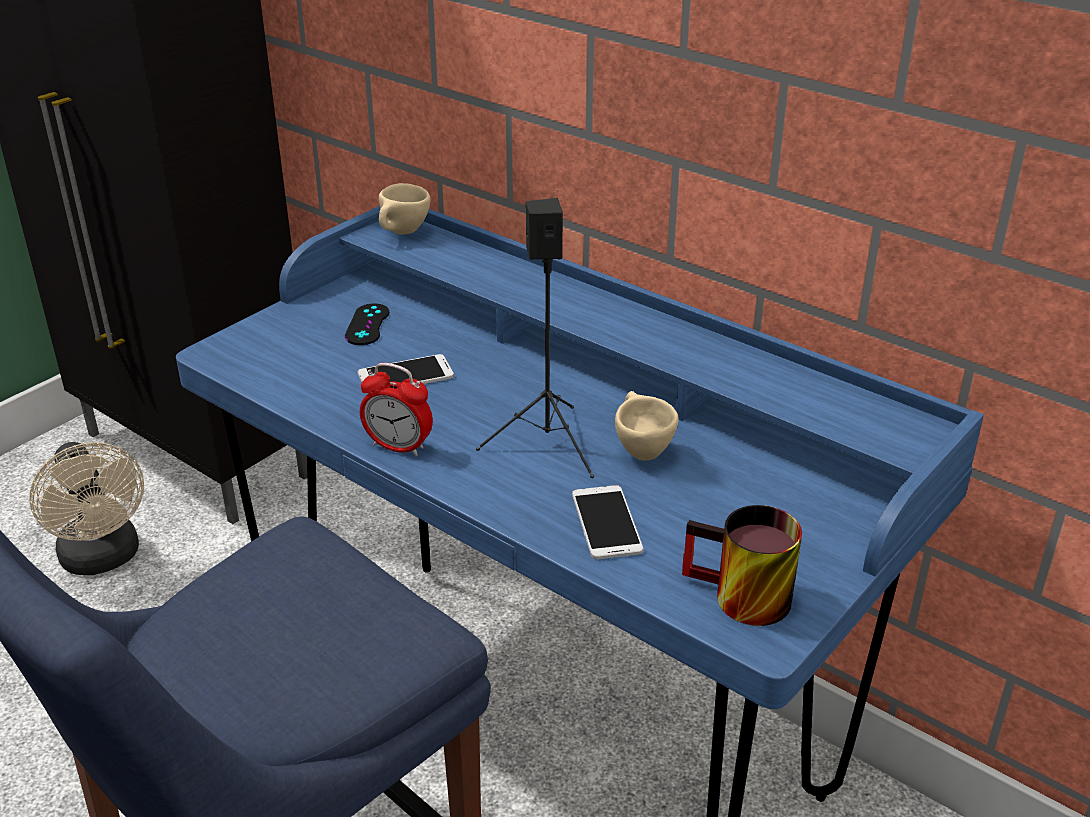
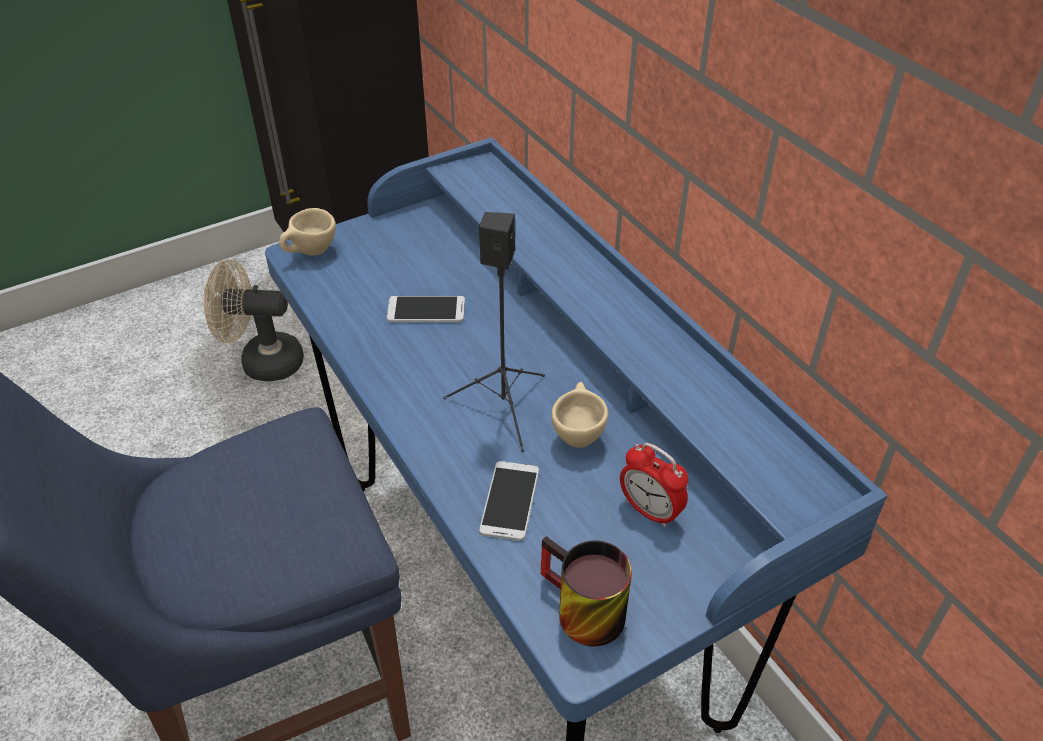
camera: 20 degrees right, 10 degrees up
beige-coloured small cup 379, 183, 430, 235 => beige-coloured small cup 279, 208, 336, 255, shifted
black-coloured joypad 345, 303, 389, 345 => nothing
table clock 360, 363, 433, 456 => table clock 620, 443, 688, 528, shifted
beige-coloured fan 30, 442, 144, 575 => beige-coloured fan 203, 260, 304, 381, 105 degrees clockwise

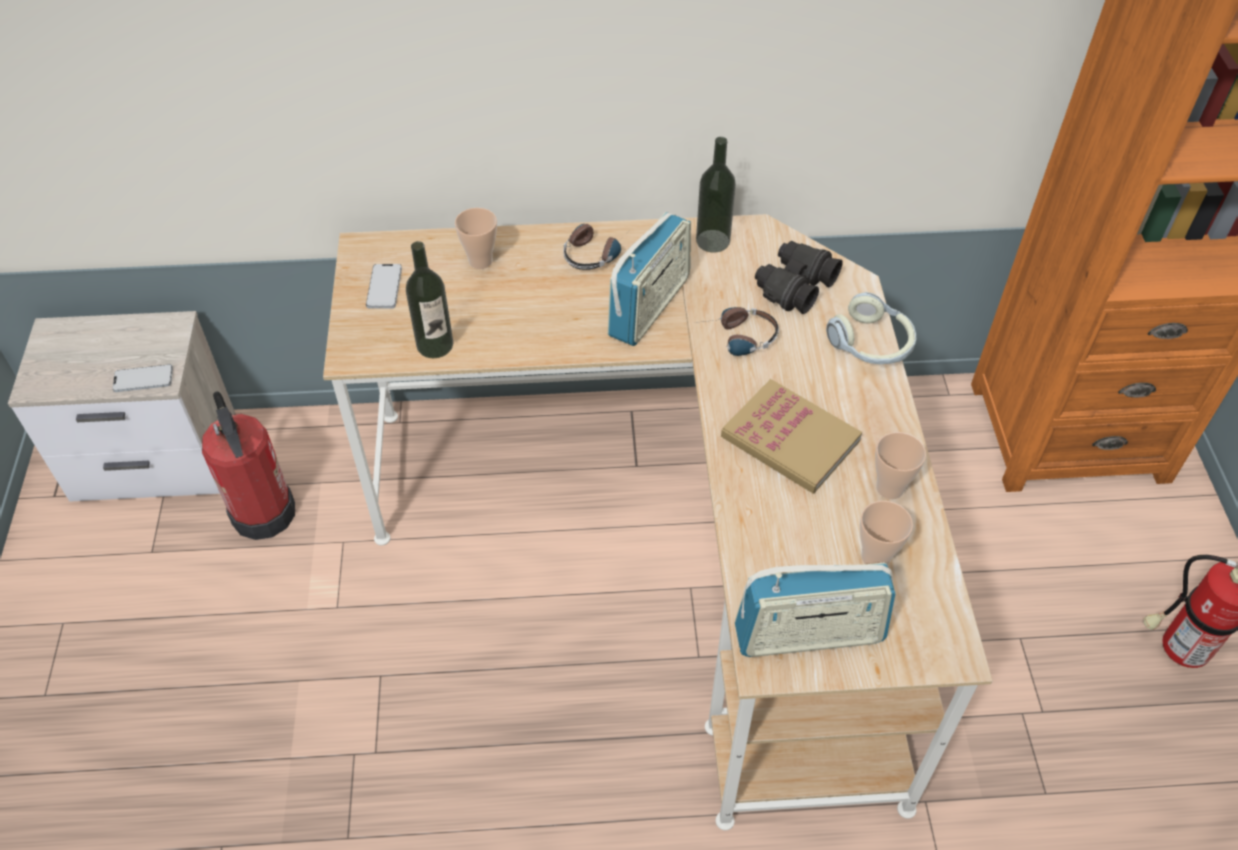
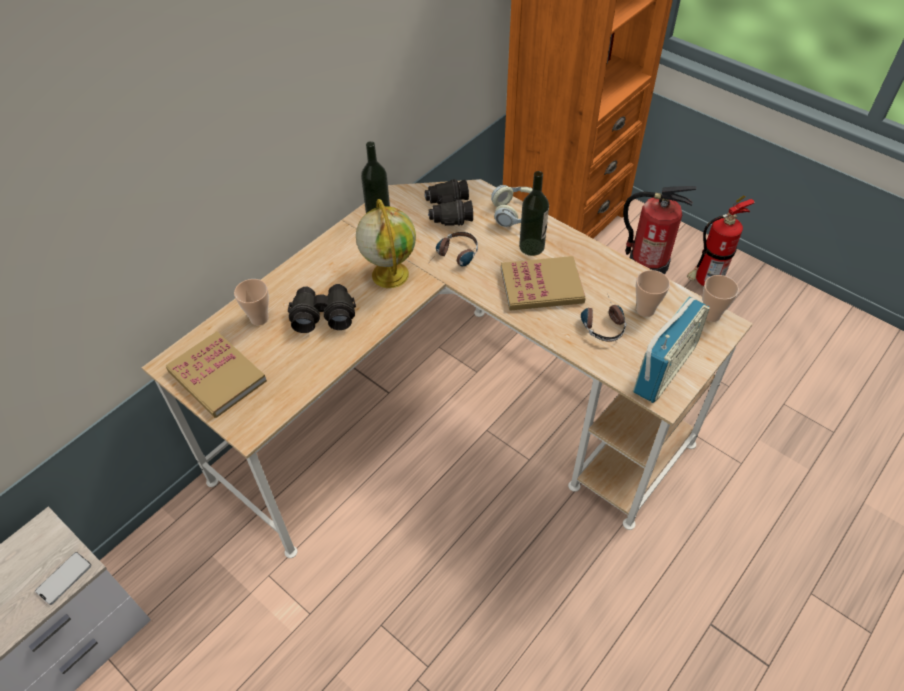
camera: 45 degrees left, 0 degrees up
radio set 608, 212, 691, 346 => globe 356, 199, 416, 288
pair of headphones 563, 224, 632, 270 => pair of headphones 581, 294, 627, 342, shifted
beverage bottle 406, 241, 453, 358 => beverage bottle 519, 171, 549, 256, shifted
handset 366, 264, 402, 309 => book 166, 331, 267, 418
extinguisher 202, 392, 295, 540 => extinguisher 623, 186, 697, 274, shifted
small cup 875, 432, 926, 500 => small cup 703, 275, 739, 322, shifted
nothing => black-coloured field glasses 288, 284, 356, 333

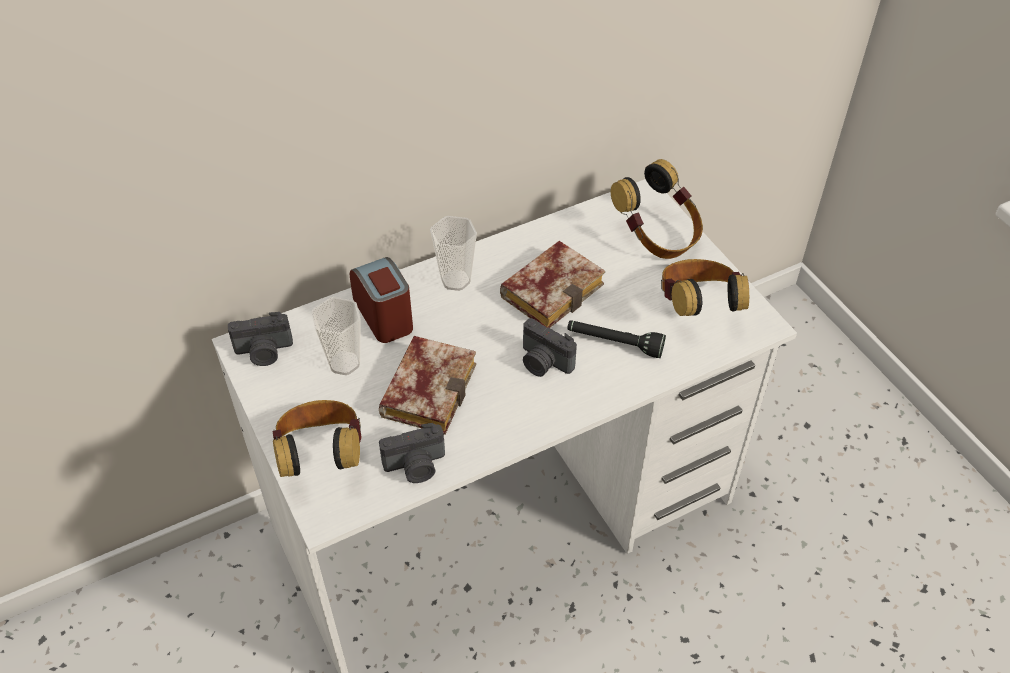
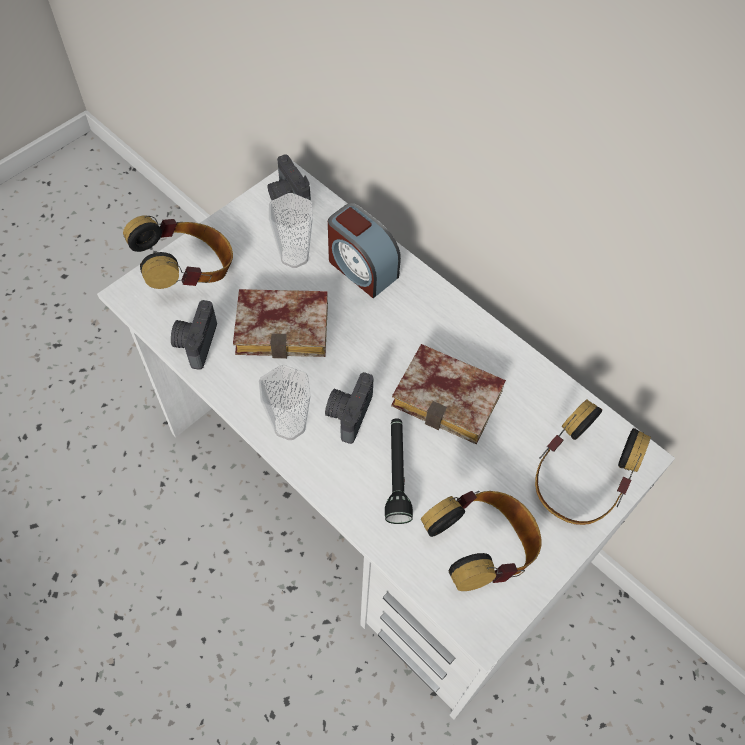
camera: 70 degrees right, 10 degrees up
small cup 430, 216, 477, 291 => small cup 259, 365, 311, 440, shifted
table clock 350, 257, 413, 343 => table clock 328, 203, 401, 298, 90 degrees clockwise
still camera 379, 423, 445, 483 => still camera 171, 300, 217, 370, 45 degrees clockwise

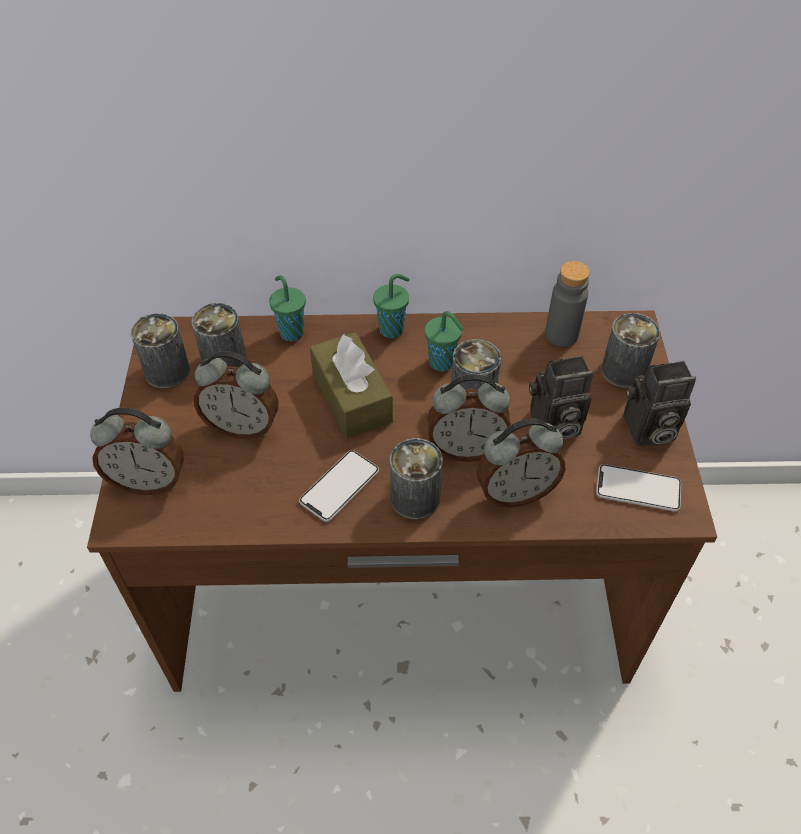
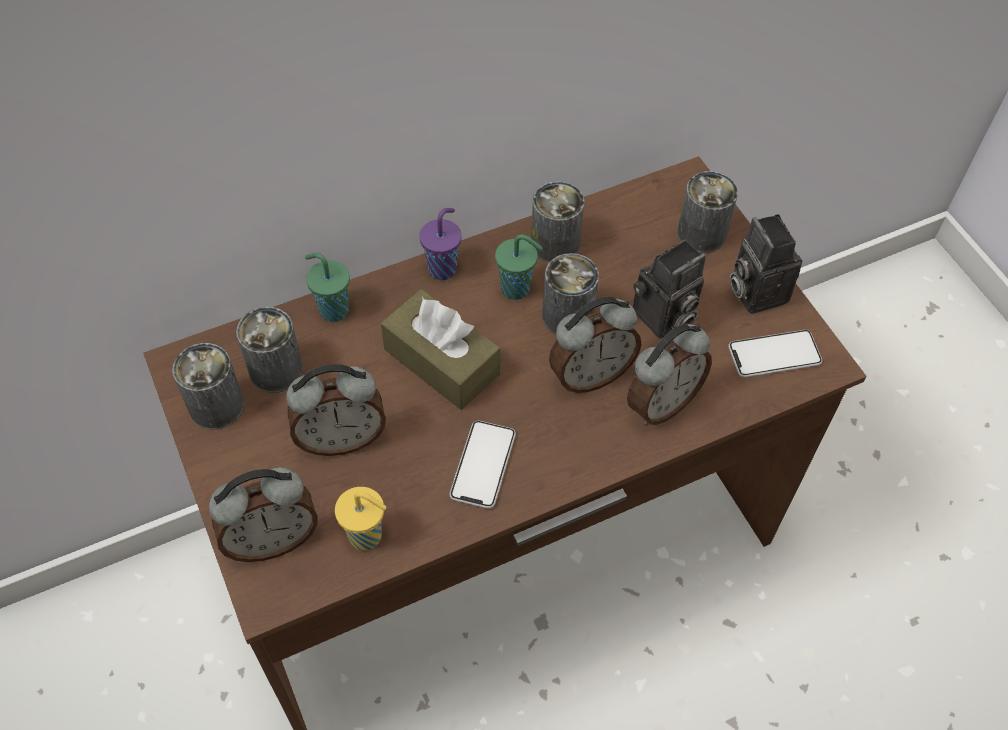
camera: 25 degrees left, 5 degrees up
gray beverage bottle 545, 261, 590, 347 => nothing
green small cup 373, 274, 409, 338 => purplish small cup 420, 208, 462, 280
still camera 624, 361, 696, 446 => still camera 730, 214, 802, 314, 105 degrees clockwise
sealed can 390, 438, 442, 519 => sealed can 531, 181, 584, 263, shifted
nothing => yellowish small cup 335, 487, 386, 551

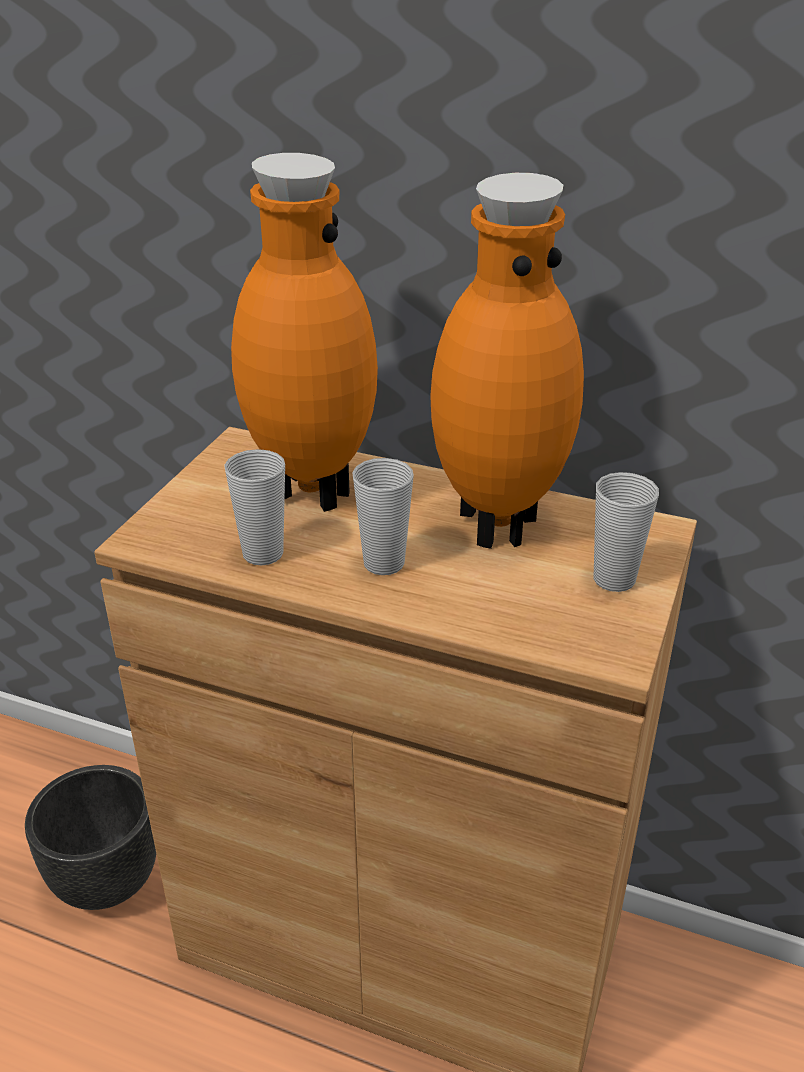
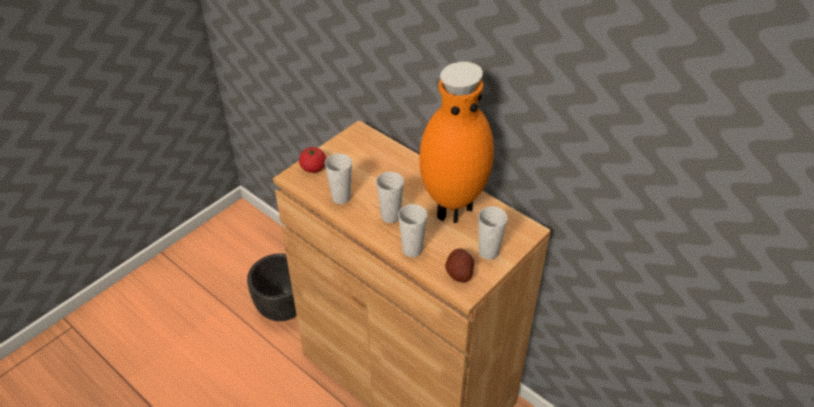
camera: 20 degrees right, 10 degrees up
orangey decorative vase 231, 153, 378, 512 => nothing
nothing => fresh tomato 299, 147, 326, 173
nothing => small cup 398, 204, 427, 257
nothing => spud 445, 249, 474, 283

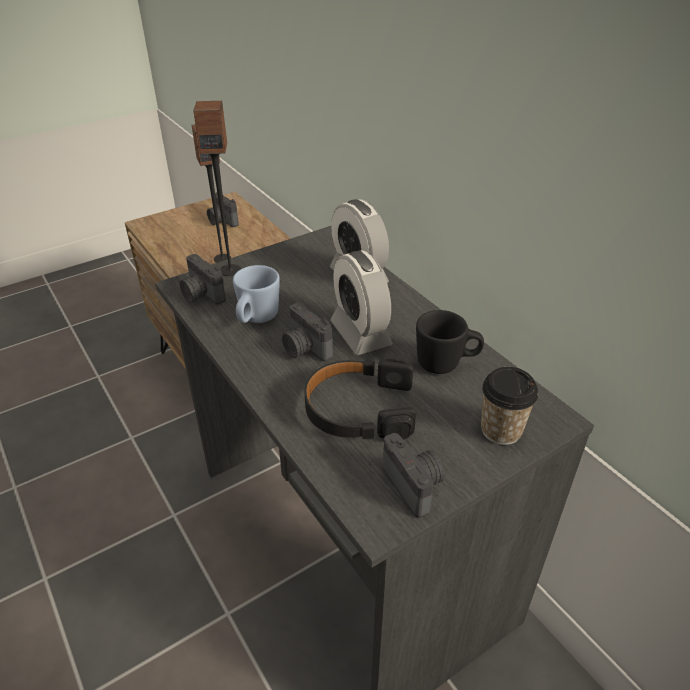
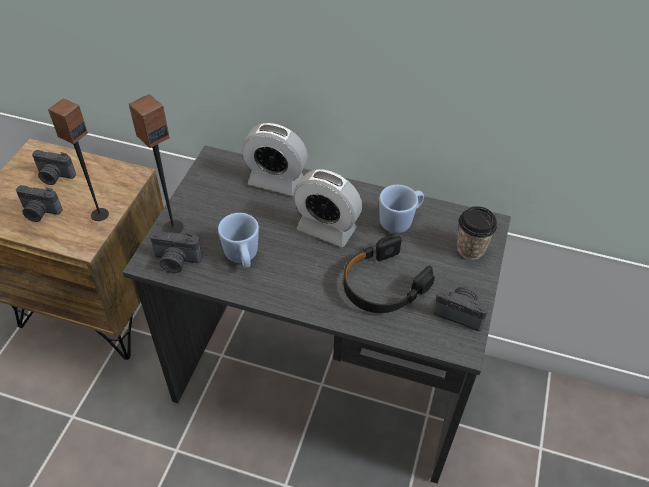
camera: 40 degrees left, 10 degrees up
still camera 282, 303, 333, 361 => still camera 16, 185, 63, 222, shifted
black-coloured mug 416, 310, 484, 374 => blue-coloured mug 379, 185, 424, 233

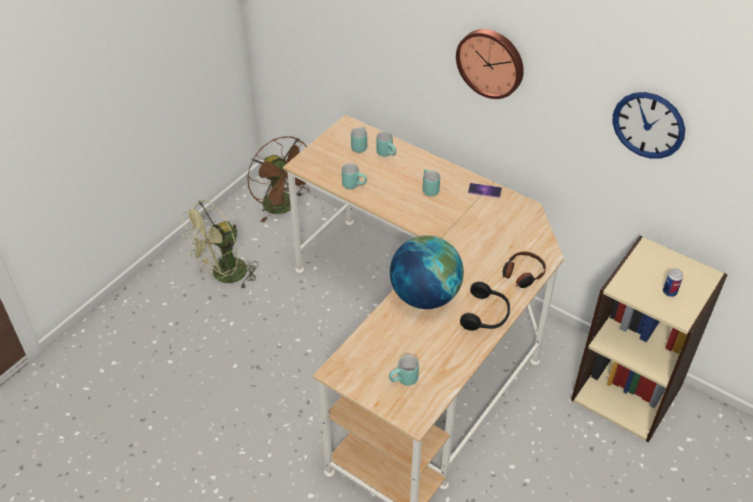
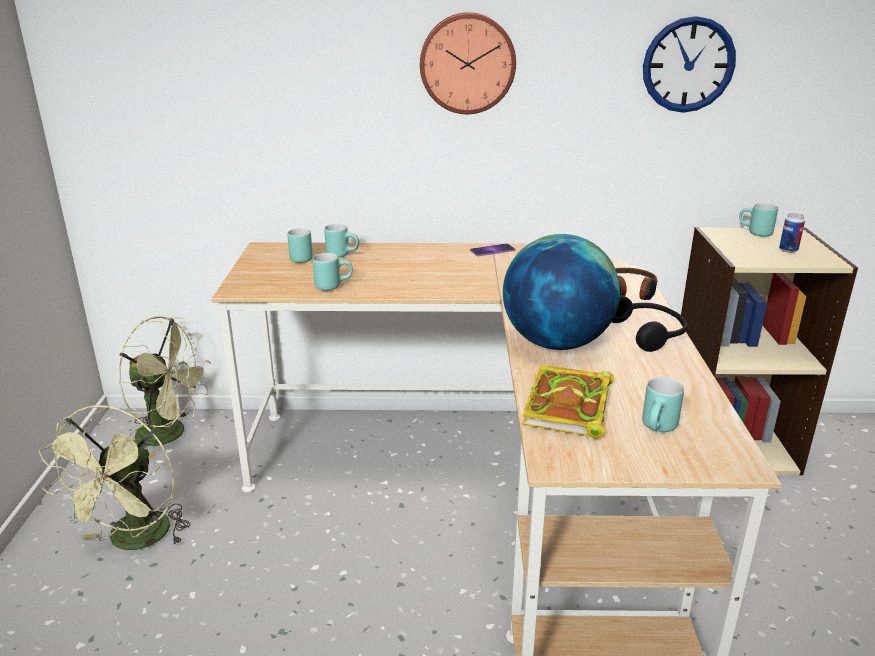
camera: 35 degrees left, 20 degrees down
brown fan 247, 136, 309, 223 => green fan 119, 316, 211, 459
turquoise-coloured mug 423, 169, 440, 196 => turquoise-coloured mug 739, 203, 778, 237, shifted
nothing => book 522, 365, 614, 439

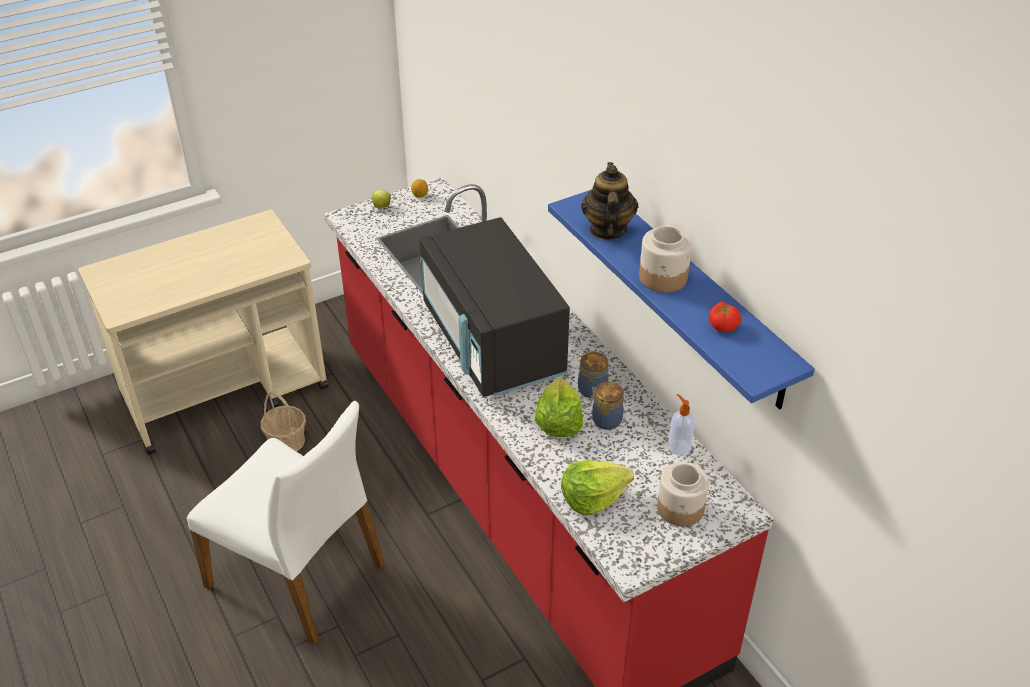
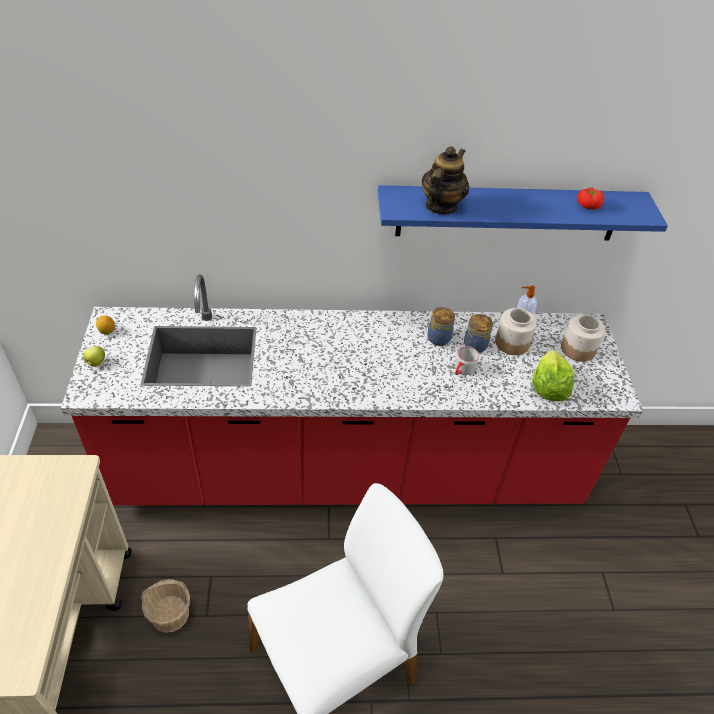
camera: 65 degrees left, 5 degrees up
teapot 581, 162, 638, 240 => teapot 422, 146, 469, 214, 90 degrees clockwise
black-coloured microwave 419, 217, 570, 397 => nothing
preserve jar 639, 226, 692, 293 => preserve jar 495, 308, 537, 355, shifted
lettuce 535, 378, 583, 437 => gray mug 455, 346, 479, 375

